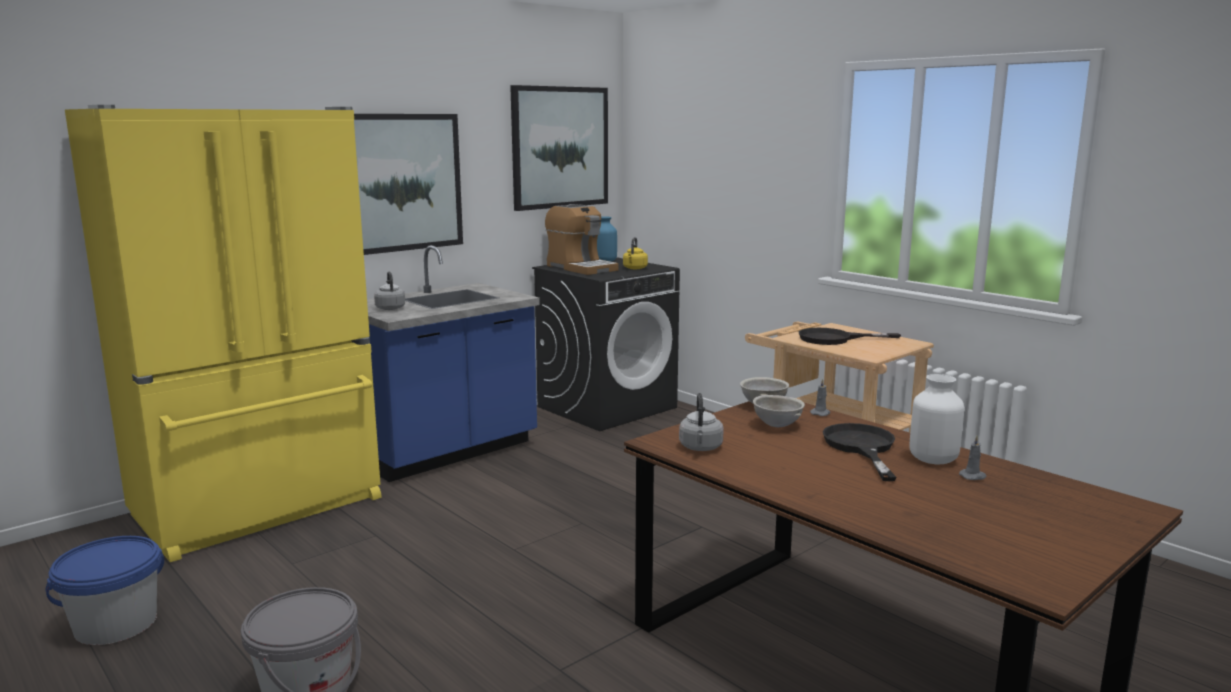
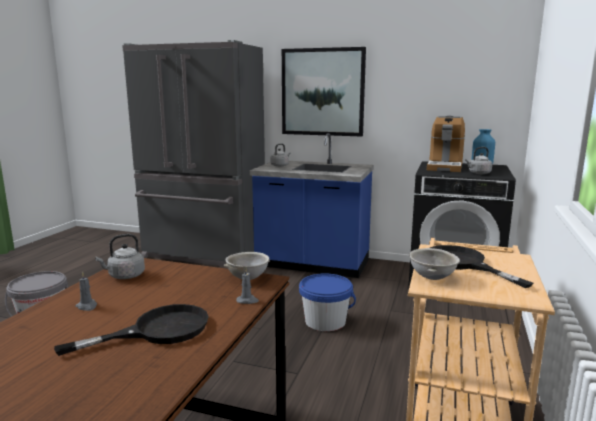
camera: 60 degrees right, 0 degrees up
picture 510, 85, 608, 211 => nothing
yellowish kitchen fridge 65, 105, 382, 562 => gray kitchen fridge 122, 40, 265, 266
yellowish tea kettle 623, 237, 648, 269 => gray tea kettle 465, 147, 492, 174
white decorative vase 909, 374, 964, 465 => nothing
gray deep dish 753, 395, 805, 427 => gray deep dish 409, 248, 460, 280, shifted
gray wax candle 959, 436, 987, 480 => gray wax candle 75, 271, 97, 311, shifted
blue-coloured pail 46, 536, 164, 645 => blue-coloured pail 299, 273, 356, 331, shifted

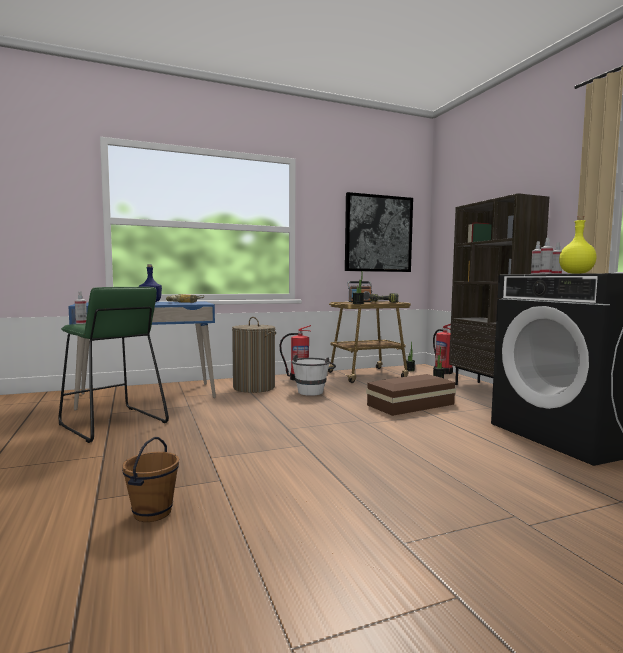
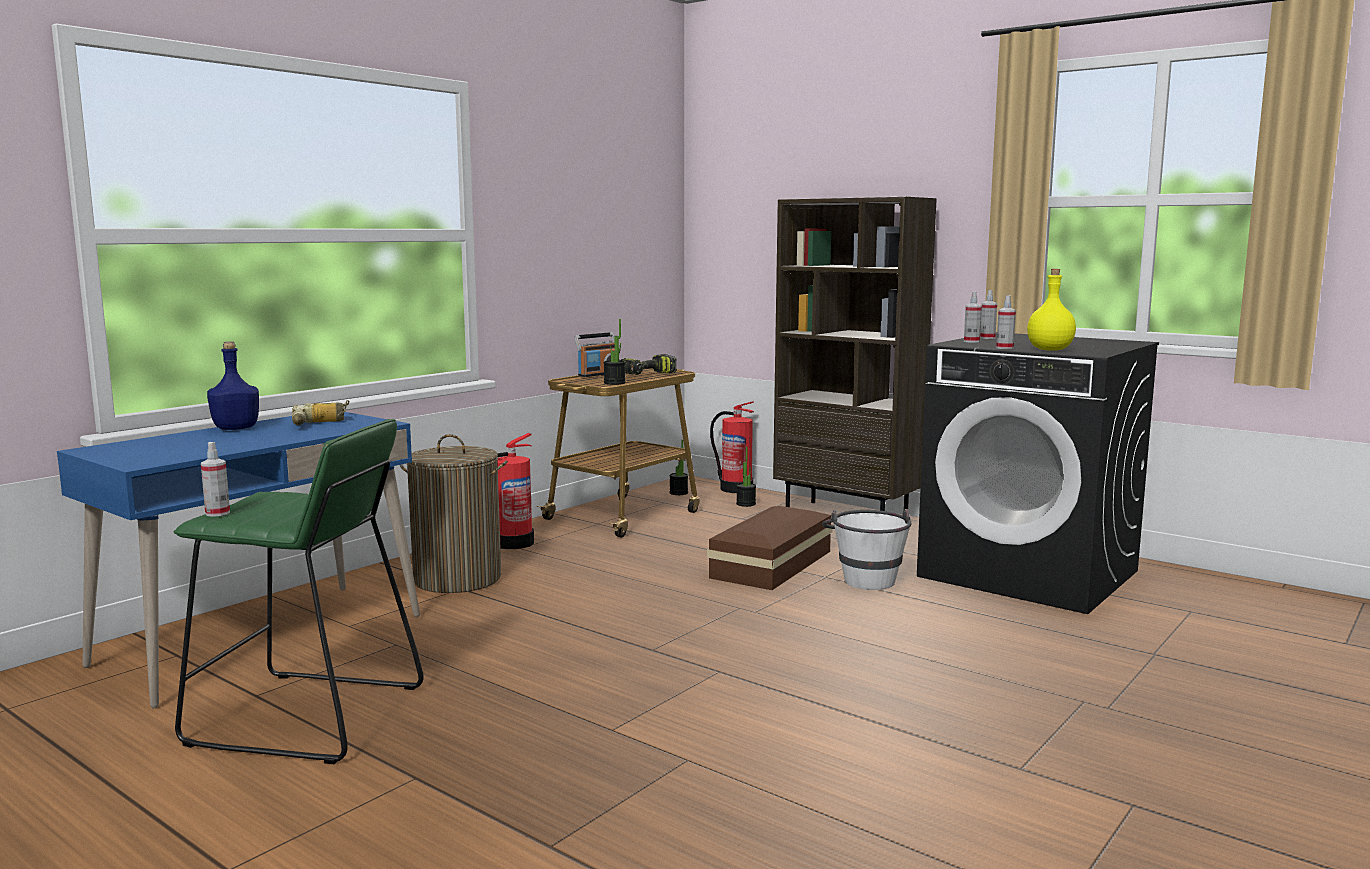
camera: 30 degrees left, 5 degrees up
picture 345, 192, 413, 272 => nothing
white pail 292, 355, 336, 396 => white pail 822, 509, 912, 590, shifted
brown pail 122, 437, 179, 522 => nothing

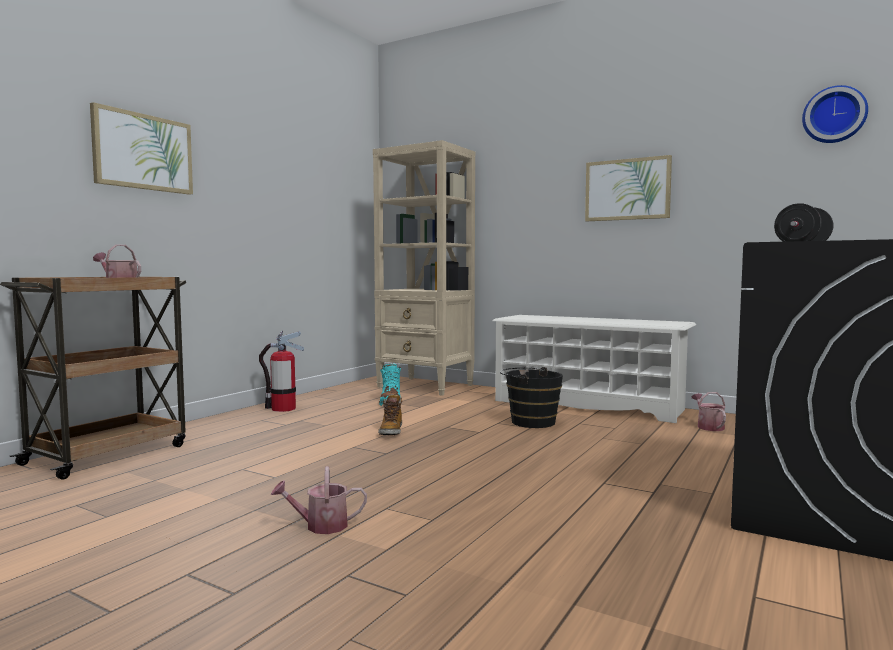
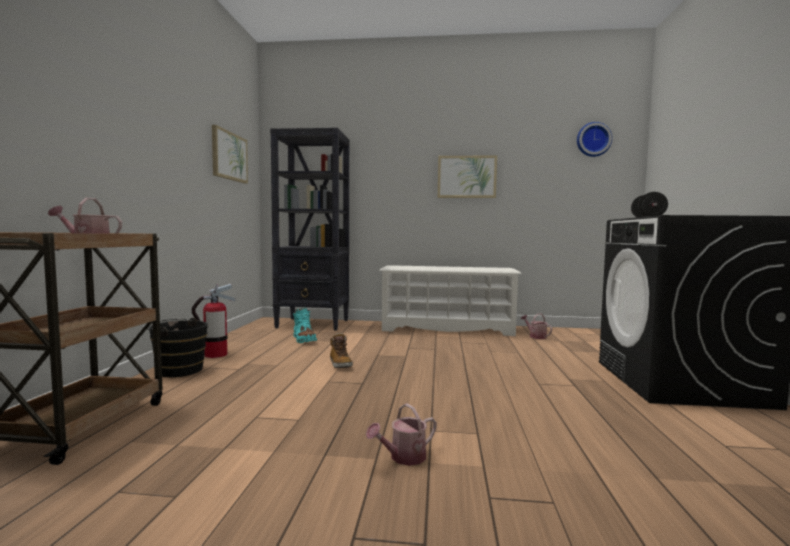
camera: 25 degrees left, 0 degrees up
picture 90, 102, 193, 195 => picture 212, 125, 248, 183, shifted
beige-coloured shelving unit 373, 140, 475, 396 => black-coloured shelving unit 270, 128, 349, 331
black-coloured pail 500, 367, 563, 428 => black-coloured pail 143, 317, 208, 377, shifted

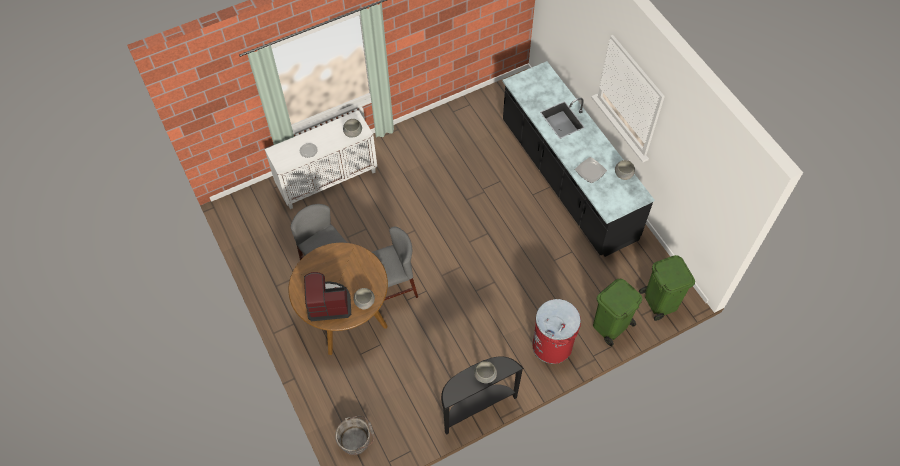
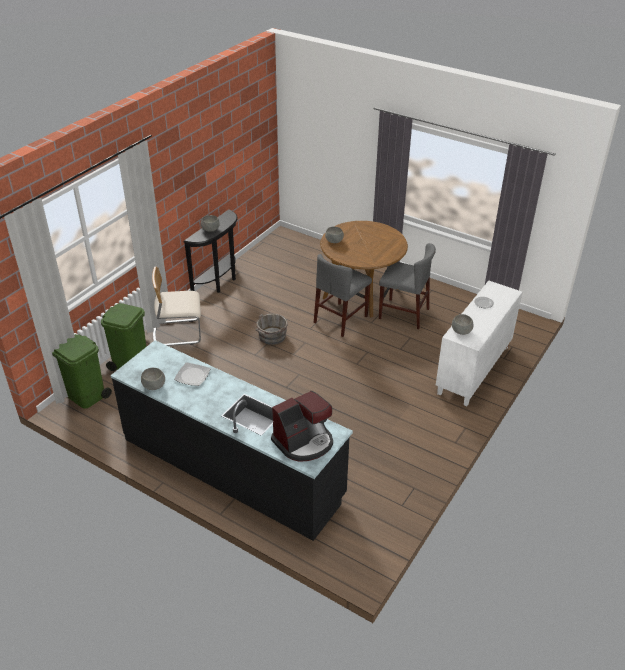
camera: 150 degrees right, 20 degrees down
coffee machine 304, 272, 351, 321 => coffee machine 271, 391, 333, 462, shifted
red-coloured waste bin 533, 299, 581, 364 => beige-coloured chair 152, 267, 201, 346
gray pail 335, 416, 374, 455 => gray pail 253, 314, 288, 345, shifted

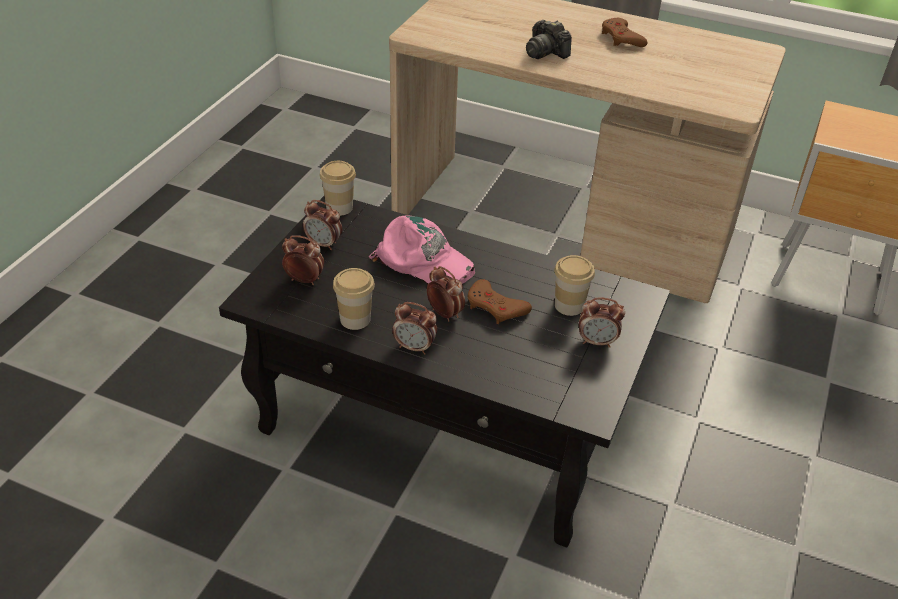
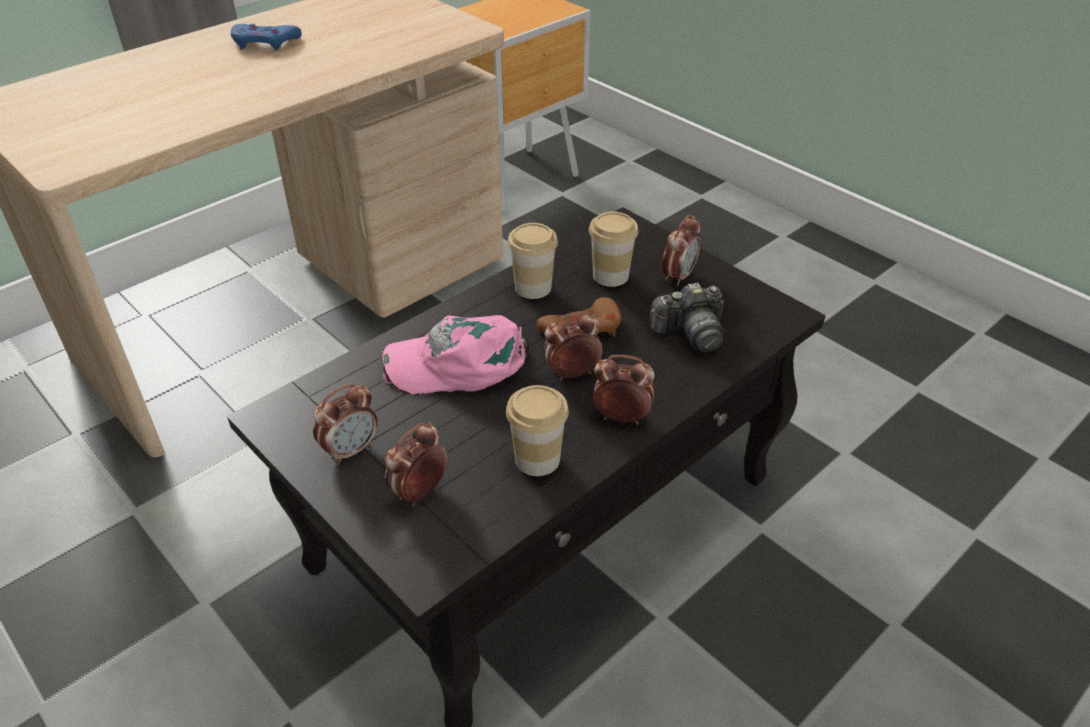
camera: 65 degrees left, 0 degrees up
brown joypad 602, 18, 647, 47 => blue-coloured joypad 231, 24, 302, 51
still camera 526, 20, 572, 59 => still camera 649, 282, 724, 352, shifted
small cup 320, 161, 356, 216 => small cup 508, 223, 558, 299, shifted
pink-coloured cap 369, 215, 475, 284 => pink-coloured cap 382, 315, 527, 395, 150 degrees counterclockwise
table clock 392, 302, 437, 355 => table clock 593, 355, 654, 425, 120 degrees counterclockwise

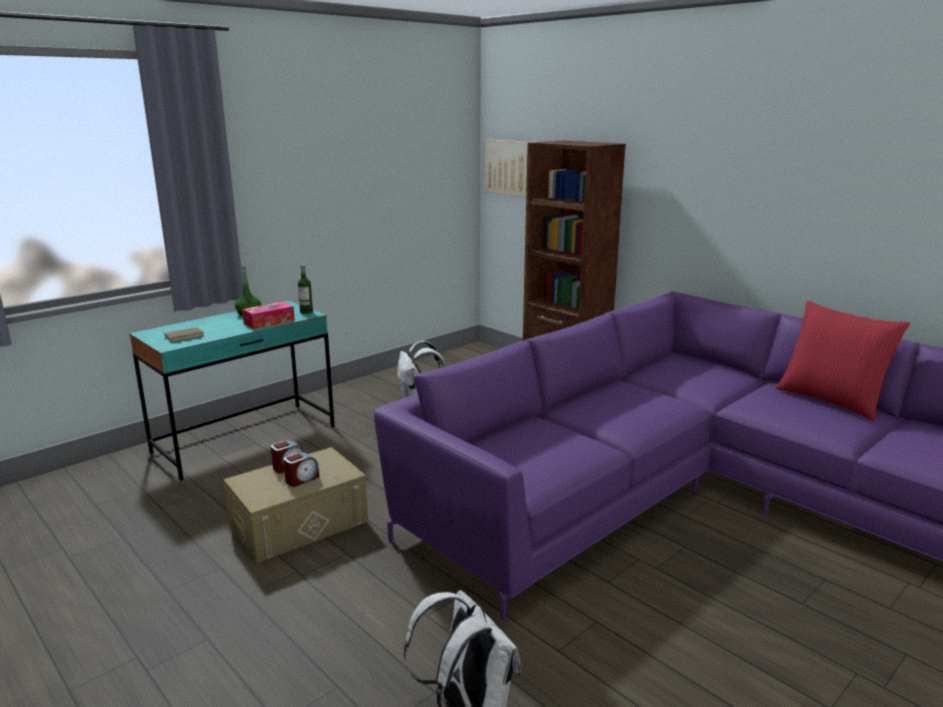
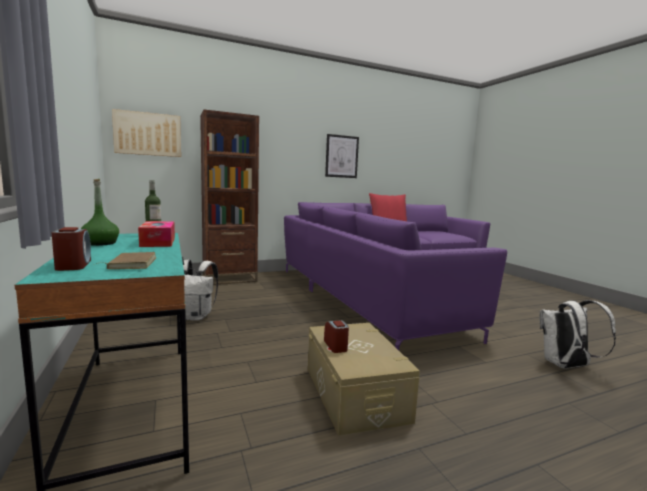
camera: 70 degrees left, 10 degrees down
table clock 283, 452, 319, 487 => table clock 52, 227, 91, 271, shifted
nothing => picture 325, 134, 359, 178

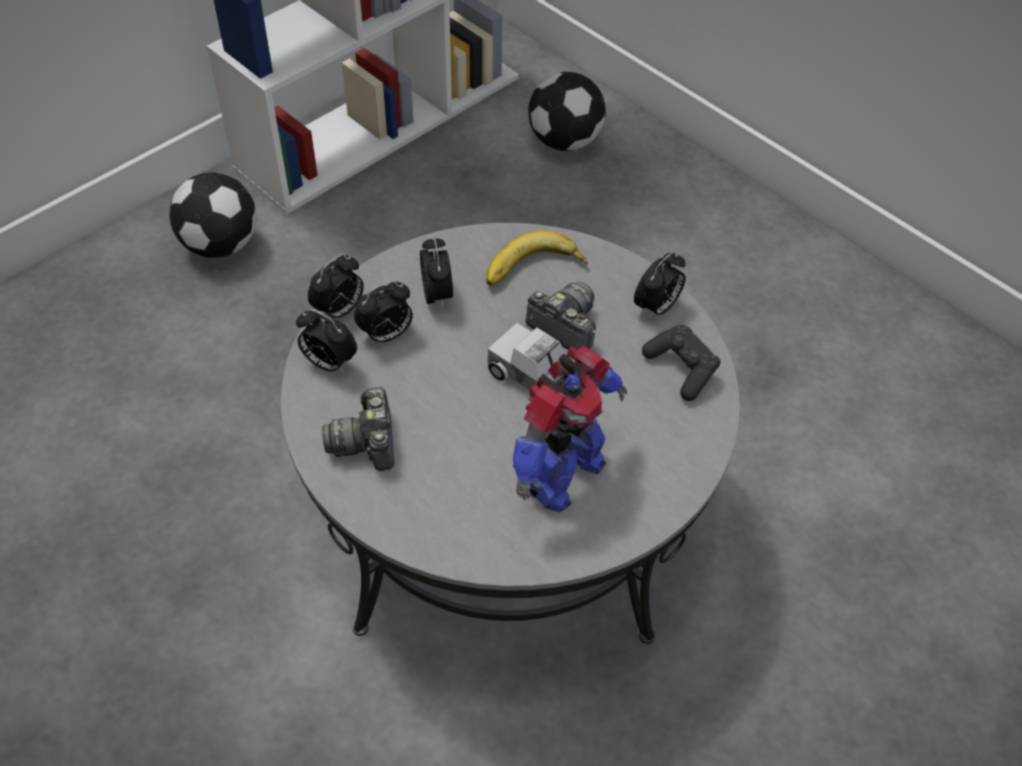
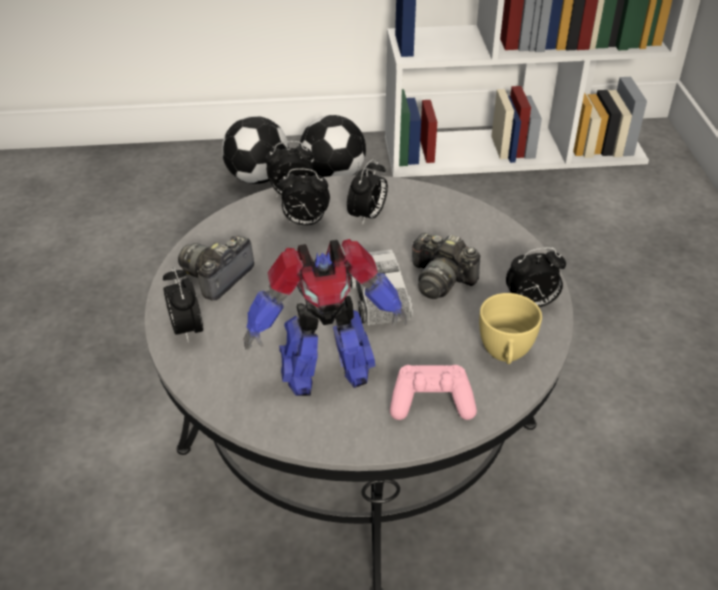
camera: 40 degrees right, 10 degrees down
ball for football 528, 72, 606, 151 => ball for football 222, 116, 289, 184, shifted
banana fruit 486, 230, 588, 286 => nothing
still camera 525, 282, 596, 350 => still camera 412, 233, 481, 299, 135 degrees clockwise
table clock 296, 309, 357, 373 => table clock 163, 266, 203, 343, shifted
black-coloured joypad 642, 325, 721, 401 => yellowish small cup 479, 293, 542, 364
nothing => pink-coloured joypad 390, 365, 477, 420

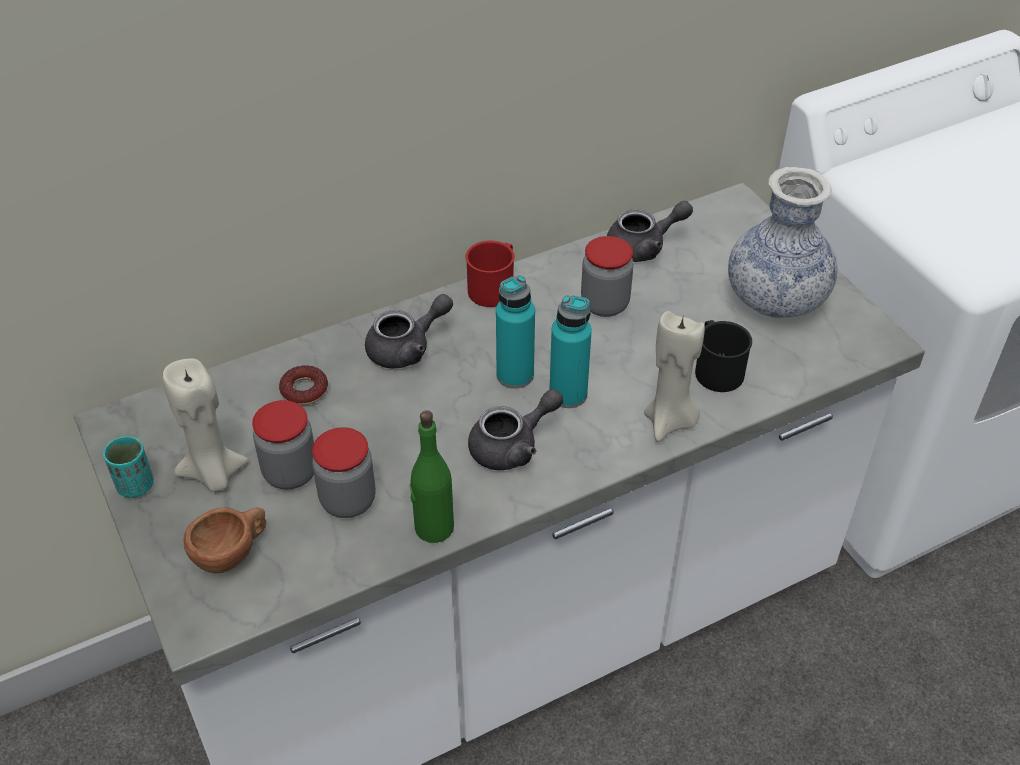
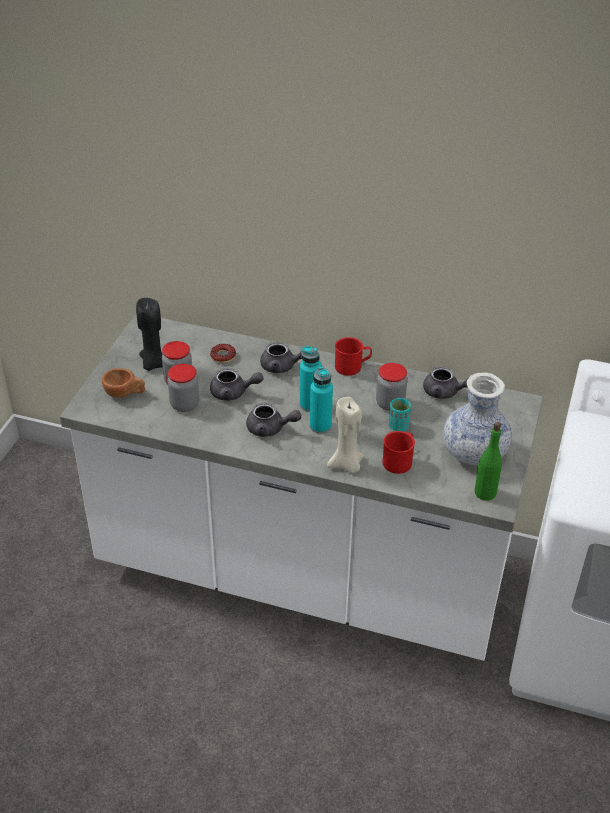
camera: 45 degrees right, 5 degrees down
black-coloured mug 695, 320, 752, 392 => red-coloured mug 382, 431, 415, 474
beige-coloured wax candle 162, 359, 248, 492 => black-coloured wax candle 136, 298, 163, 371
green beverage bottle 409, 410, 454, 543 => green beverage bottle 475, 422, 502, 501, shifted
turquoise-coloured small cup 103, 436, 154, 498 => turquoise-coloured small cup 389, 398, 411, 431, shifted
nothing => gray teapot 210, 368, 263, 401

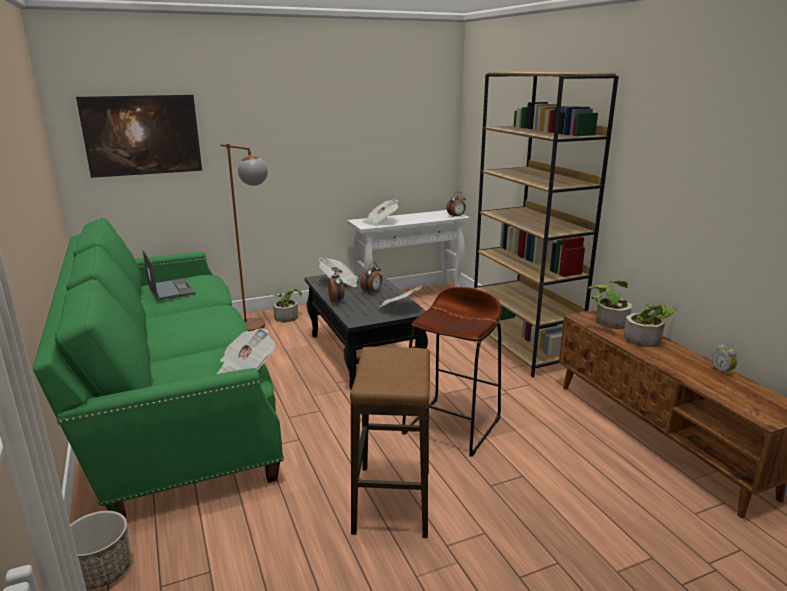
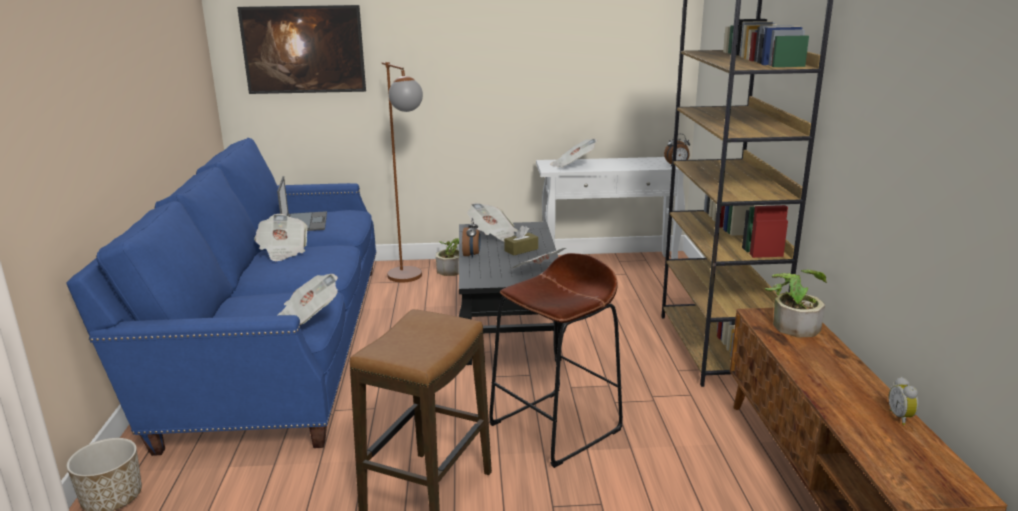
camera: 20 degrees right, 0 degrees up
green sofa 33, 218, 284, 518 => blue-coloured sofa 66, 138, 377, 456
table clock 360, 262, 382, 294 => brown tissue holder 504, 226, 538, 256
houseplant 624, 302, 677, 347 => nothing
nothing => newspaper 254, 214, 308, 261

